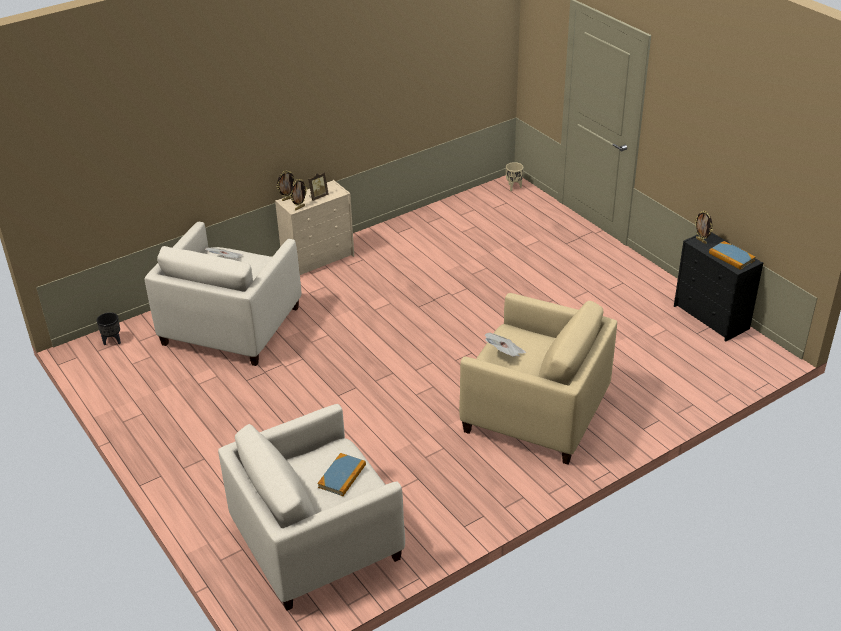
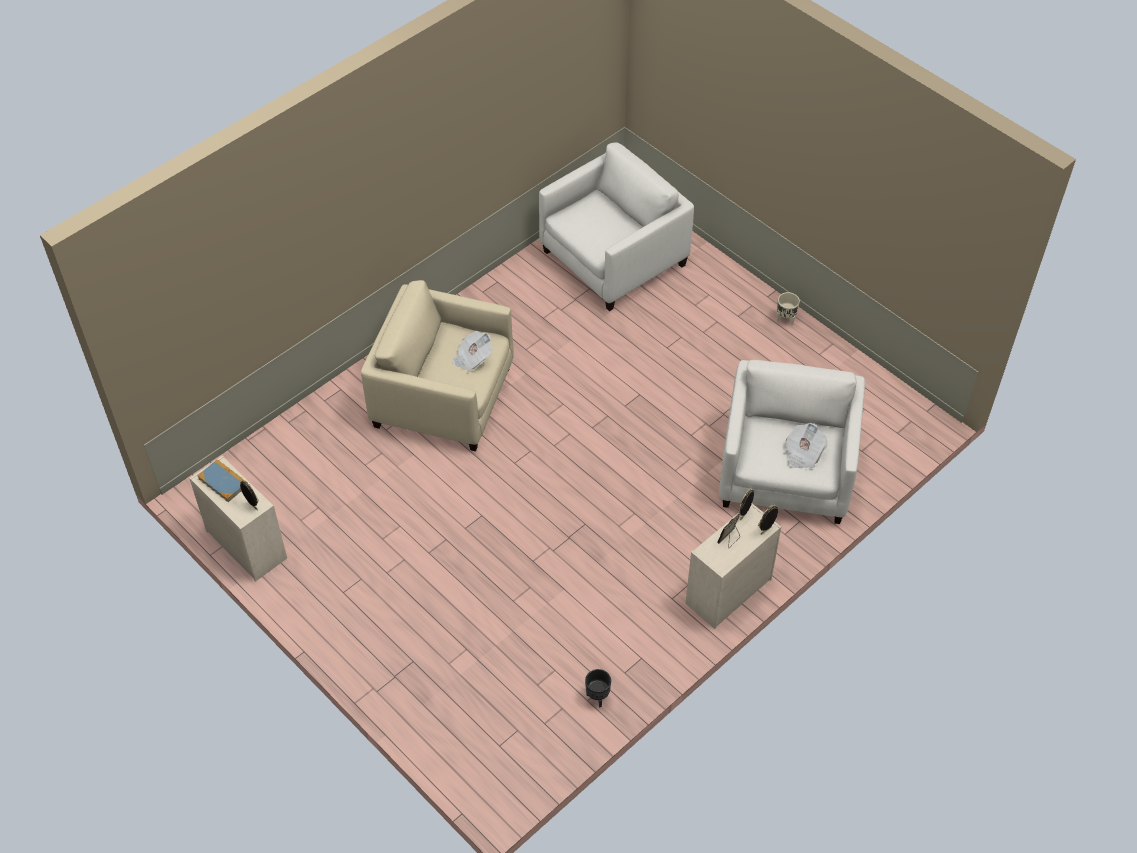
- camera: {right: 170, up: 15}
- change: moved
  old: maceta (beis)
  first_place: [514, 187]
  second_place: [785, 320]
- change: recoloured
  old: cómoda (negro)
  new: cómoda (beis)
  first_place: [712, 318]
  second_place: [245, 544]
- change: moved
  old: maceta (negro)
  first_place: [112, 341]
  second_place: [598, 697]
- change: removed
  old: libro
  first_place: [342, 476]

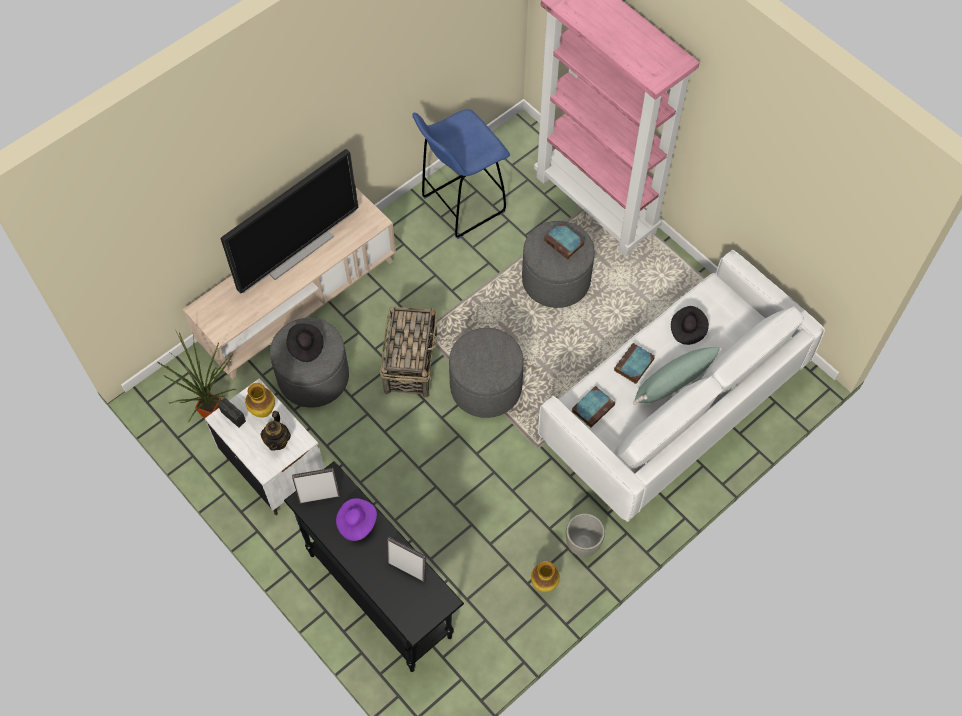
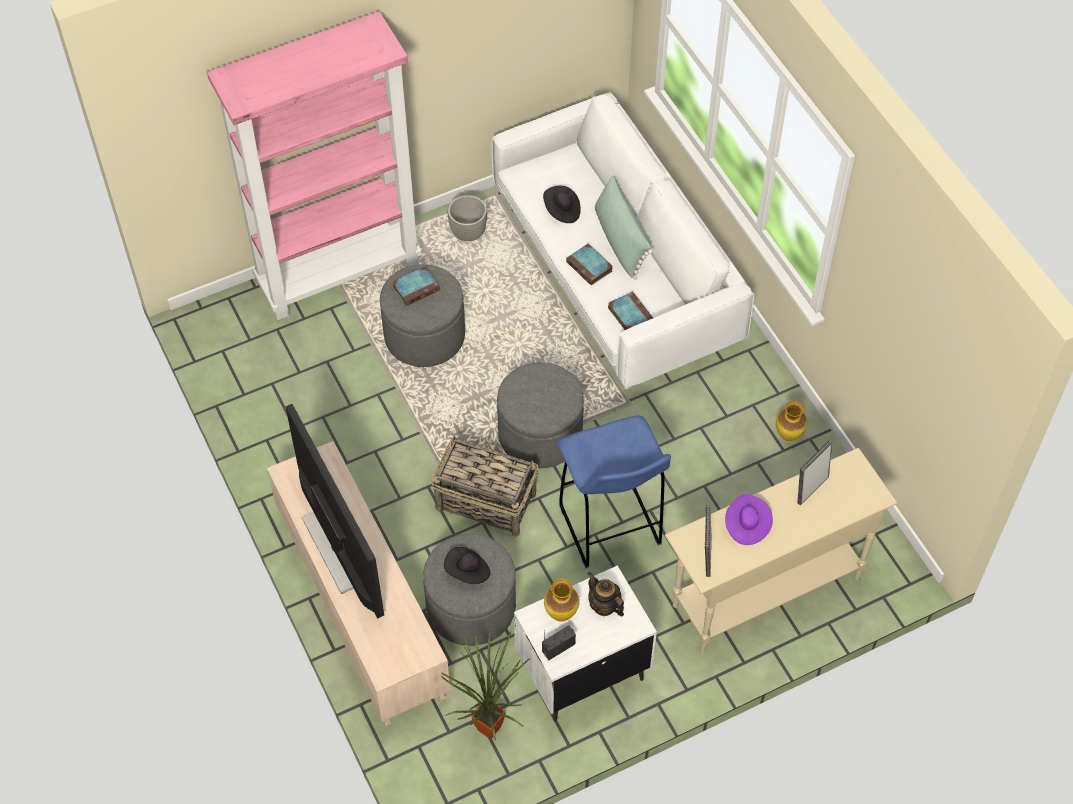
- camera: {right: -75, up: -5}
- change: moved
  old: taburete (azul)
  first_place: [461, 205]
  second_place: [611, 529]
- change: turned
  old: tetera
  first_place: [278, 441]
  second_place: [604, 605]
  degrees: -150
- change: recoloured
  old: mesa consola (negro)
  new: mesa consola (beis)
  first_place: [380, 594]
  second_place: [765, 591]
- change: moved
  old: maceta (gris)
  first_place: [583, 544]
  second_place: [468, 233]

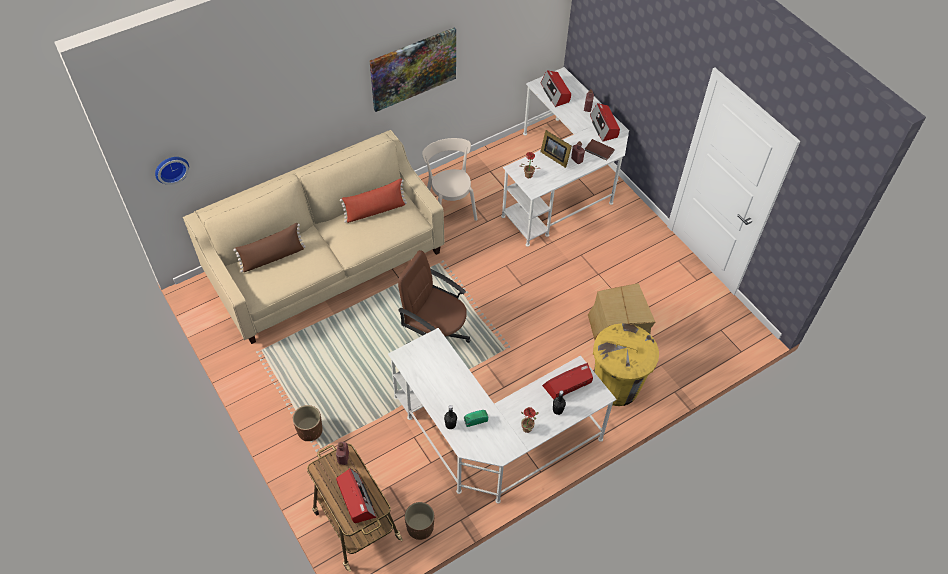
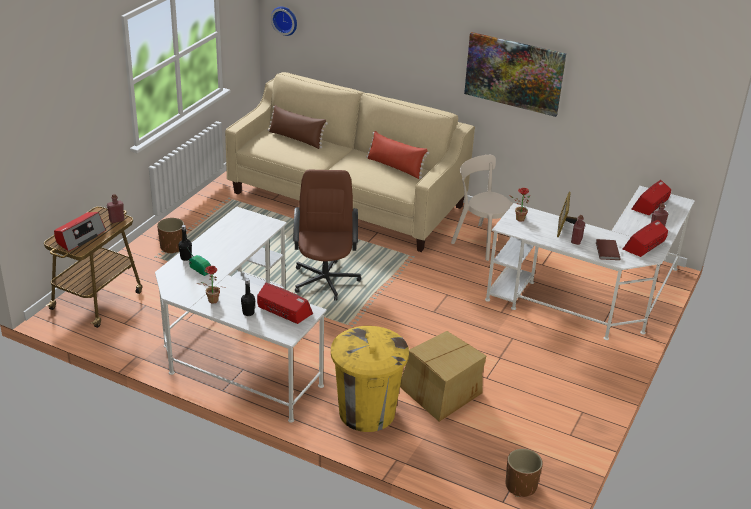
- camera: {right: 60, up: -20}
- change: turned
  old: silla (beis)
  first_place: [450, 208]
  second_place: [480, 241]
  degrees: -90
- change: moved
  old: maceta (marrón)
  first_place: [420, 527]
  second_place: [521, 486]

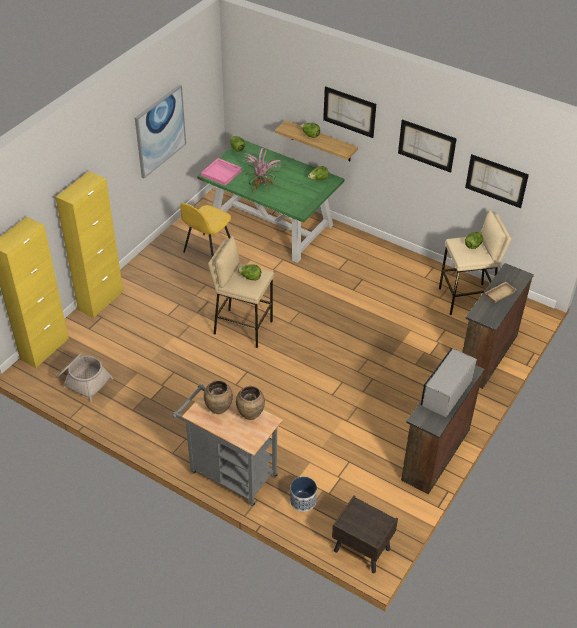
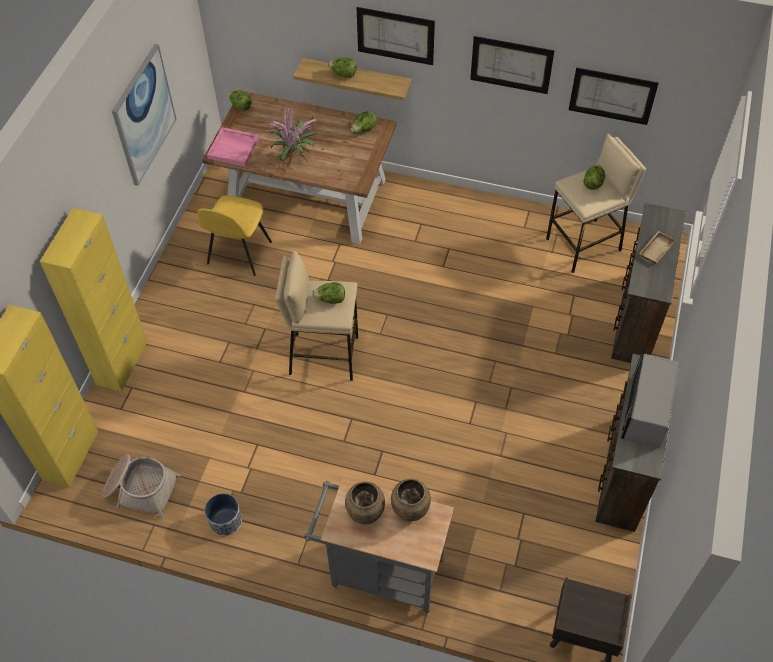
- camera: {right: -15, up: 10}
- change: recoloured
  old: mesa de comedor (verde)
  new: mesa de comedor (marrón)
  first_place: [271, 225]
  second_place: [307, 196]
- change: moved
  old: maceta
  first_place: [302, 501]
  second_place: [225, 521]

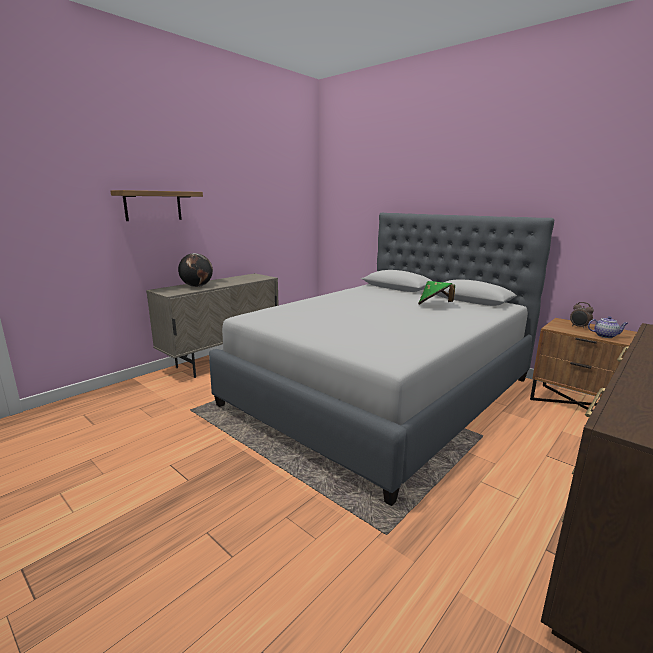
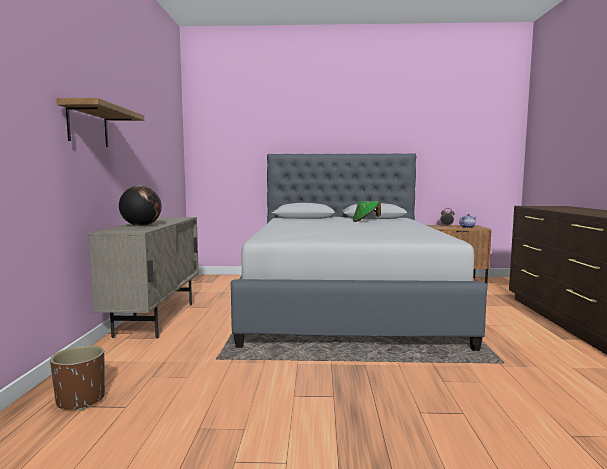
- camera: {right: -40, up: -10}
- change: added
  new: maceta (marrón)
  second_place: [81, 400]

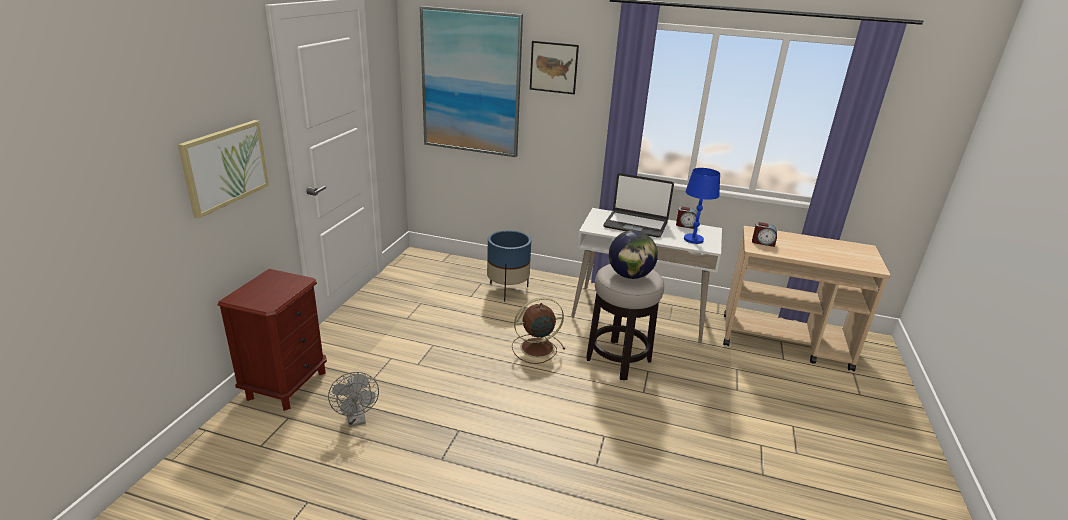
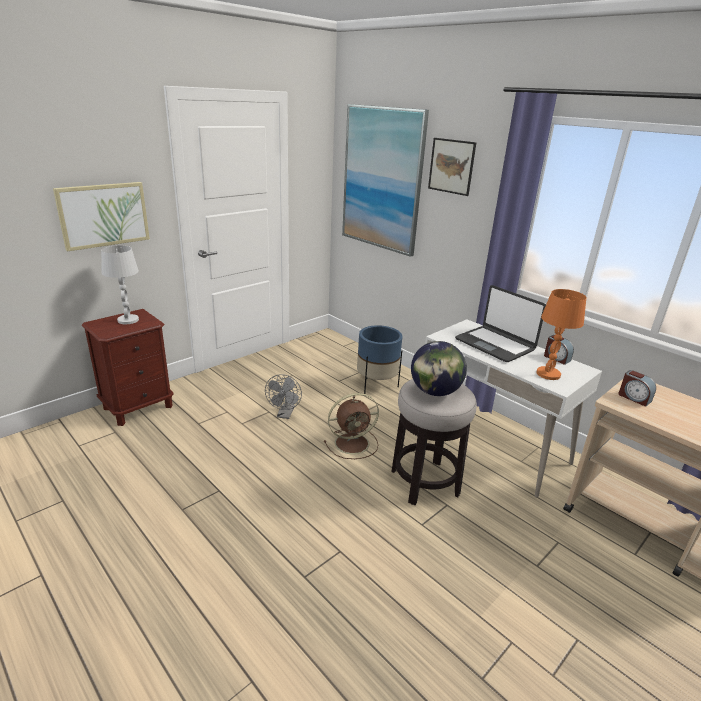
- camera: {right: 30, up: 0}
- change: recoloured
  old: lámpara de mesa (azul)
  new: lámpara de mesa (naranja)
  first_place: [693, 239]
  second_place: [548, 374]
- change: turned
  old: ventilador (marrón)
  first_place: [535, 348]
  second_place: [353, 443]
  degrees: 150
- change: moved
  old: ventilador (gris)
  first_place: [357, 419]
  second_place: [285, 415]
- change: added
  new: lámpara de mesa (blanco)
  second_place: [128, 320]

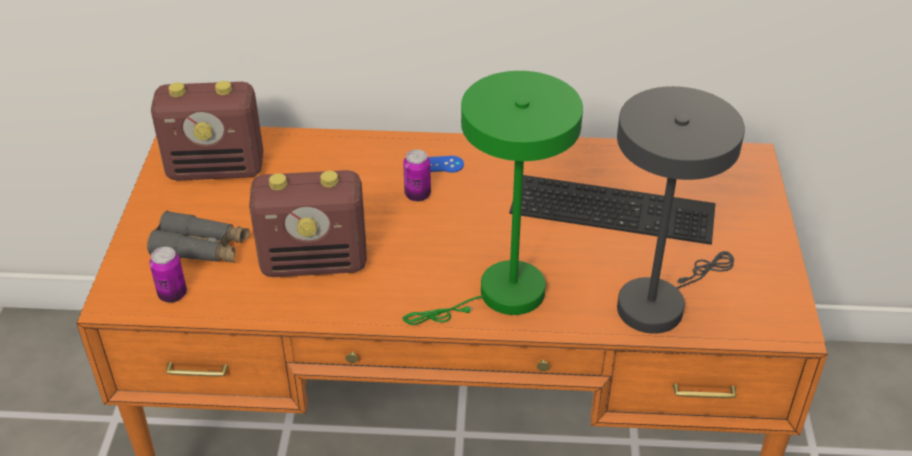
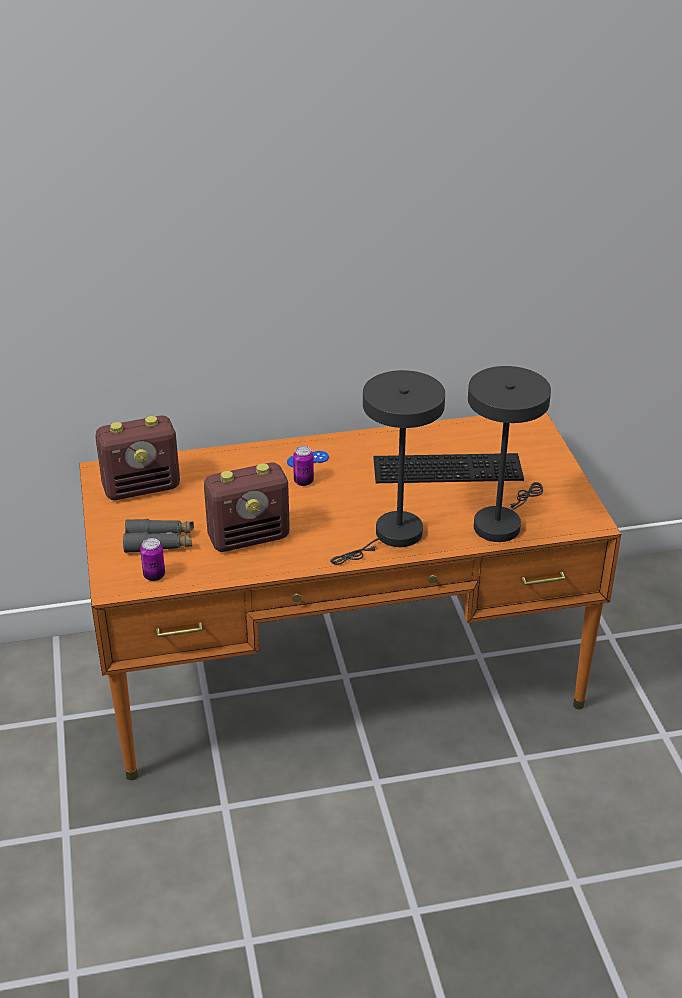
- camera: {right: -15, up: -5}
- change: recoloured
  old: lámpara de mesa (verde)
  new: lámpara de mesa (gris)
  first_place: [501, 296]
  second_place: [392, 536]

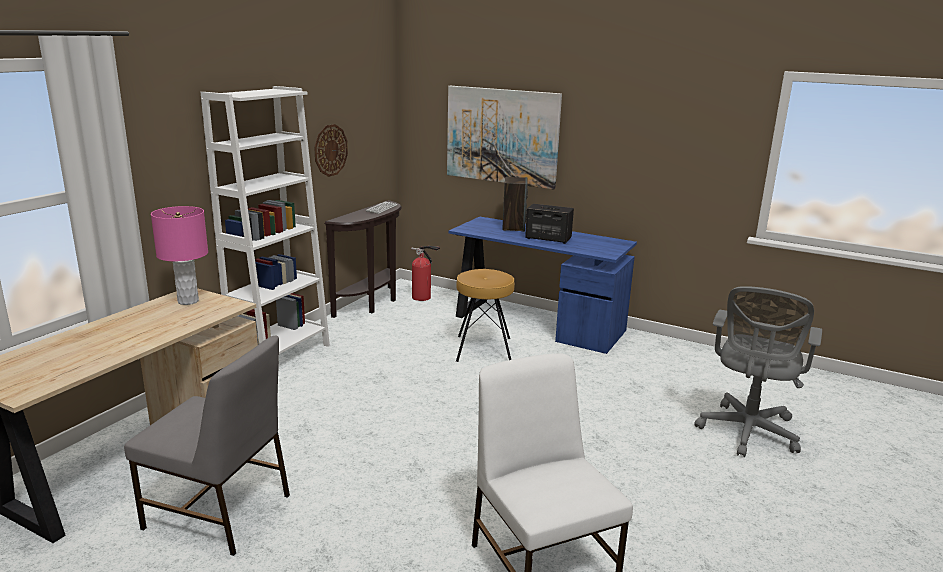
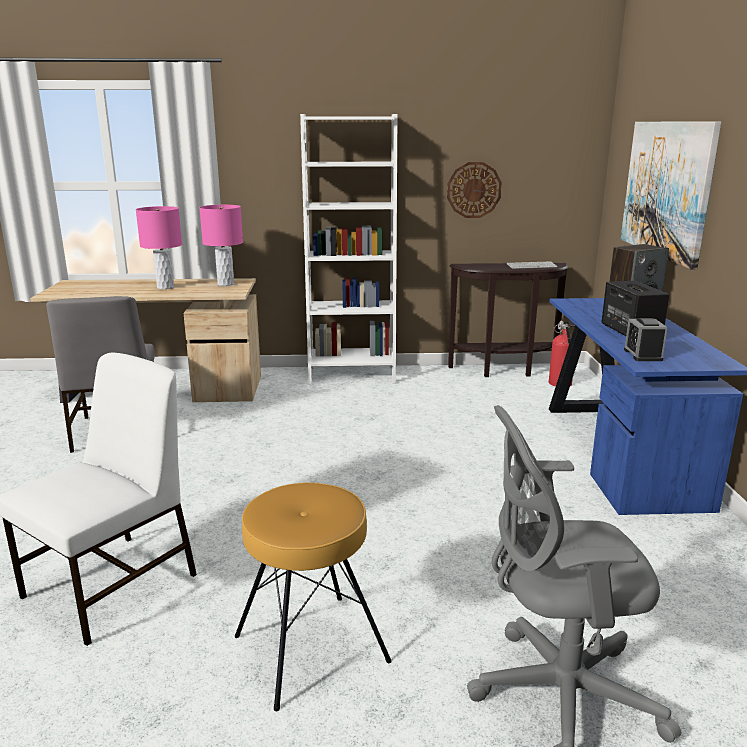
- camera: {right: 60, up: 0}
- change: moved
  old: taburete (marrón)
  first_place: [483, 349]
  second_place: [310, 647]
- change: added
  new: lámpara de mesa (rosa)
  second_place: [165, 287]
- change: added
  new: despertador
  second_place: [643, 355]

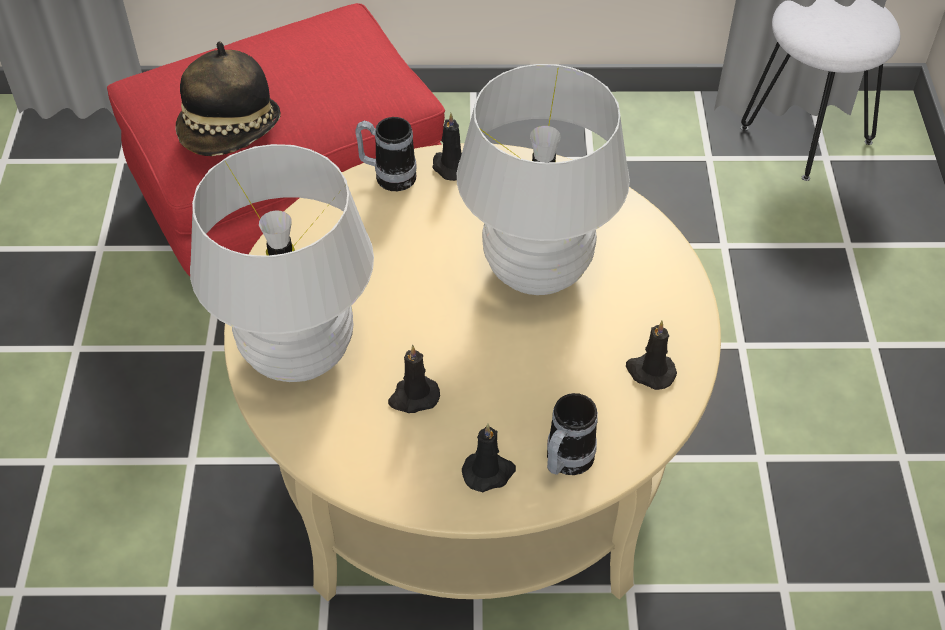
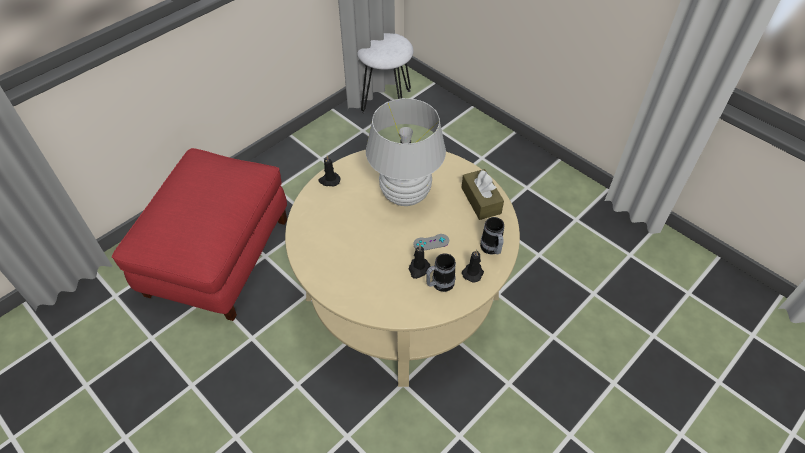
- camera: {right: -45, up: 0}
- change: removed
  old: sombrero
  first_place: [231, 132]
- change: moved
  old: taza grande
  first_place: [388, 176]
  second_place: [439, 285]
- change: removed
  old: lámpara de mesa (blanco)
  first_place: [298, 353]
- change: replaced
  old: vela (negro)
  new: caja de pañuelos (marrón)
  first_place: [650, 371]
  second_place: [481, 200]
- change: added
  new: mando de consola (gris)
  second_place: [431, 242]

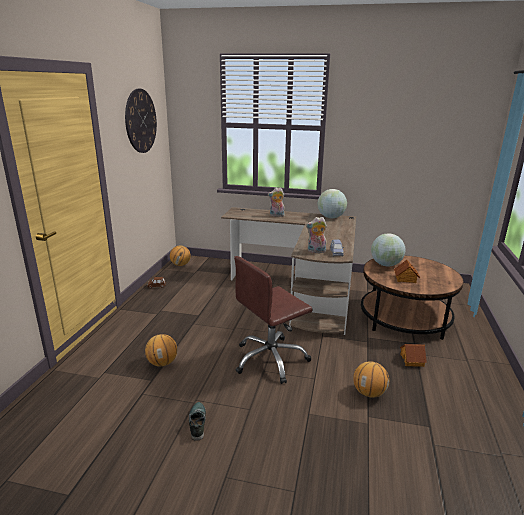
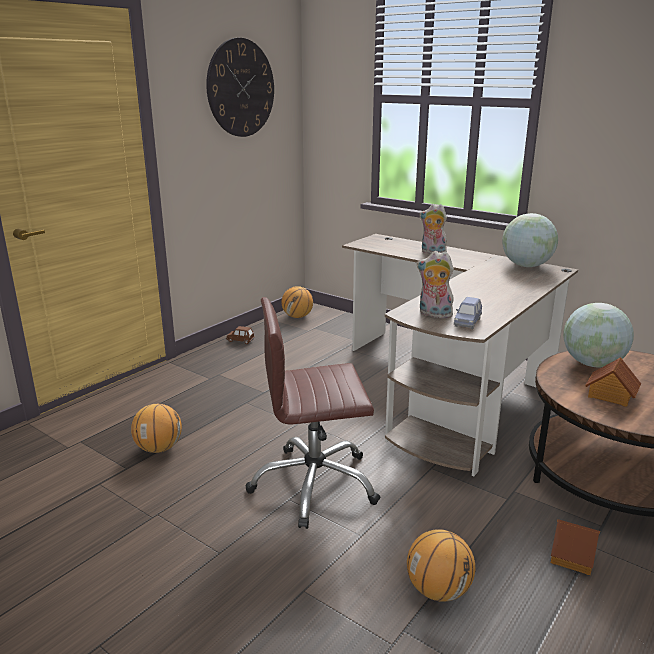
- camera: {right: 25, up: 0}
- change: removed
  old: zapato
  first_place: [197, 423]

